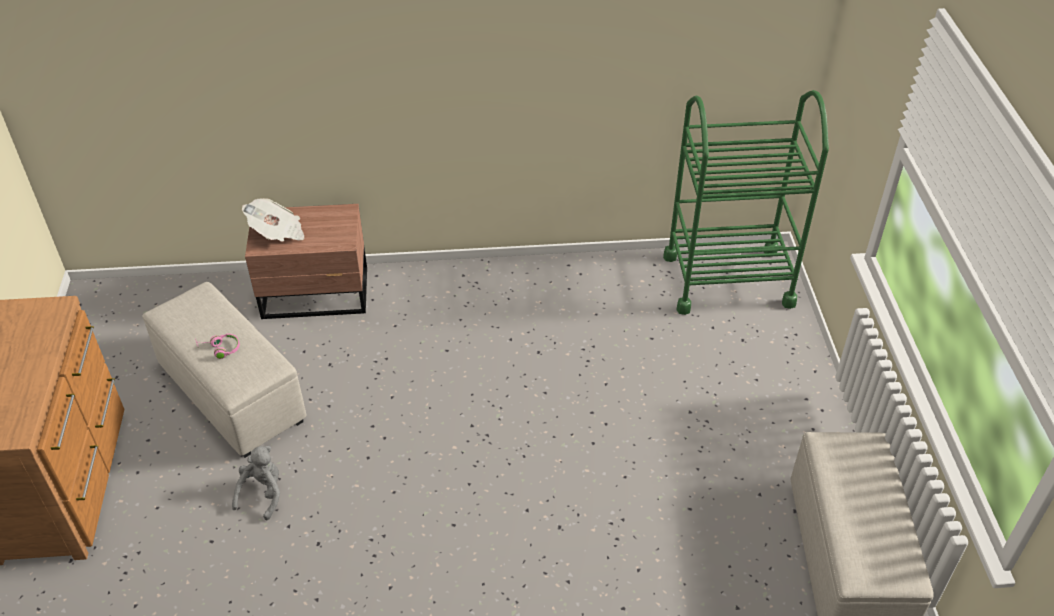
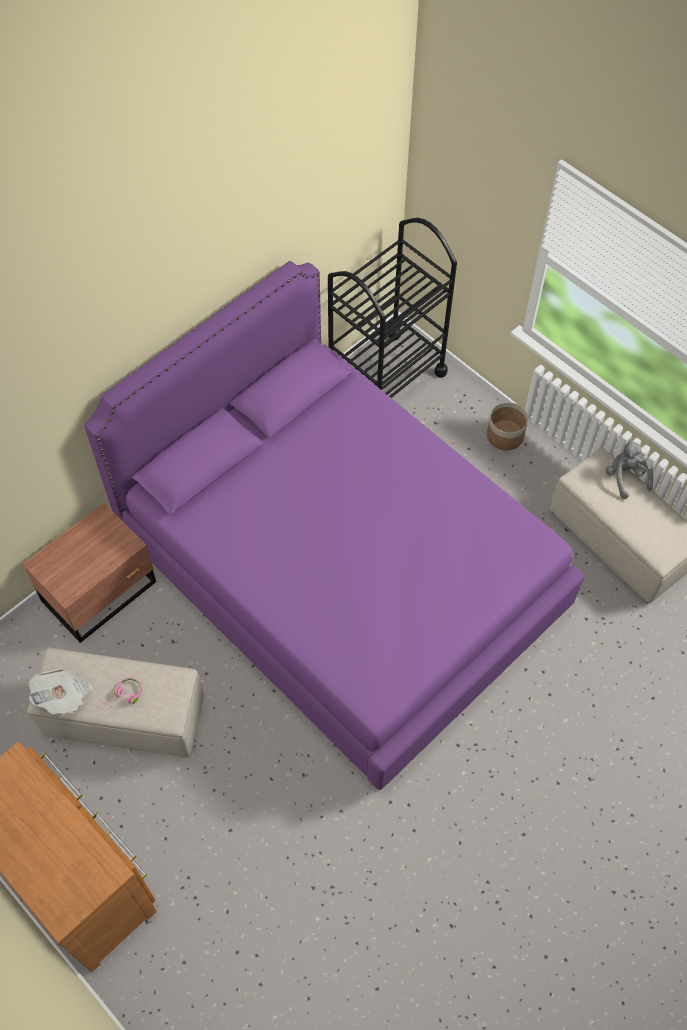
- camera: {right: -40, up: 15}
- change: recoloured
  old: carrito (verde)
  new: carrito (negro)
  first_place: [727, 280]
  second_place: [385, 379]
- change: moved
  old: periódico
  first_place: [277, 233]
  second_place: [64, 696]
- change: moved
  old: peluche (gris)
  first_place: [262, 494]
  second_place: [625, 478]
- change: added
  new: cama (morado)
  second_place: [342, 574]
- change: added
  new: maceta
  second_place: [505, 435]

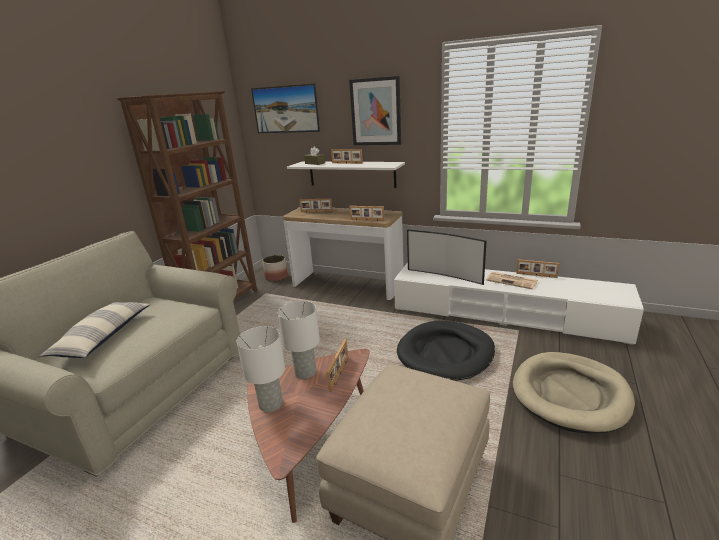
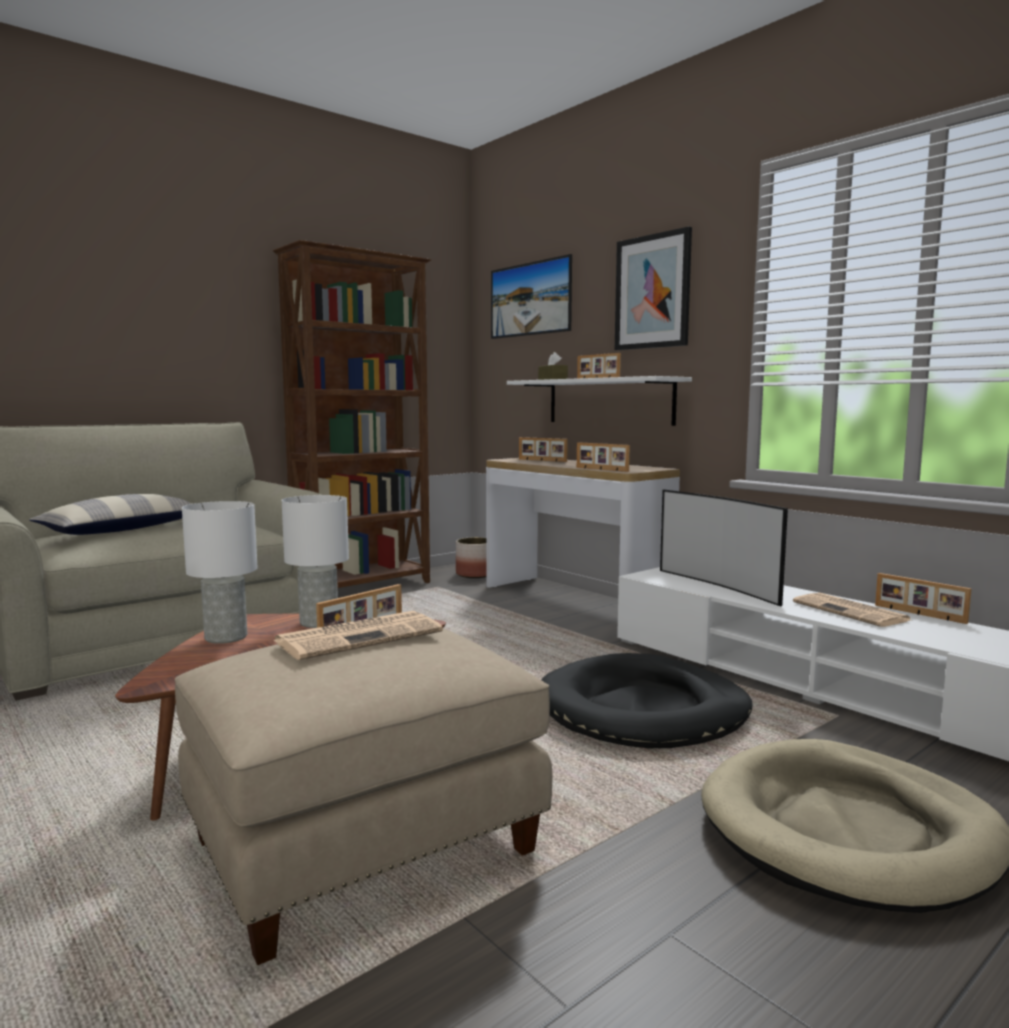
- camera: {right: 25, up: -15}
- change: added
  new: periódico
  second_place: [360, 636]

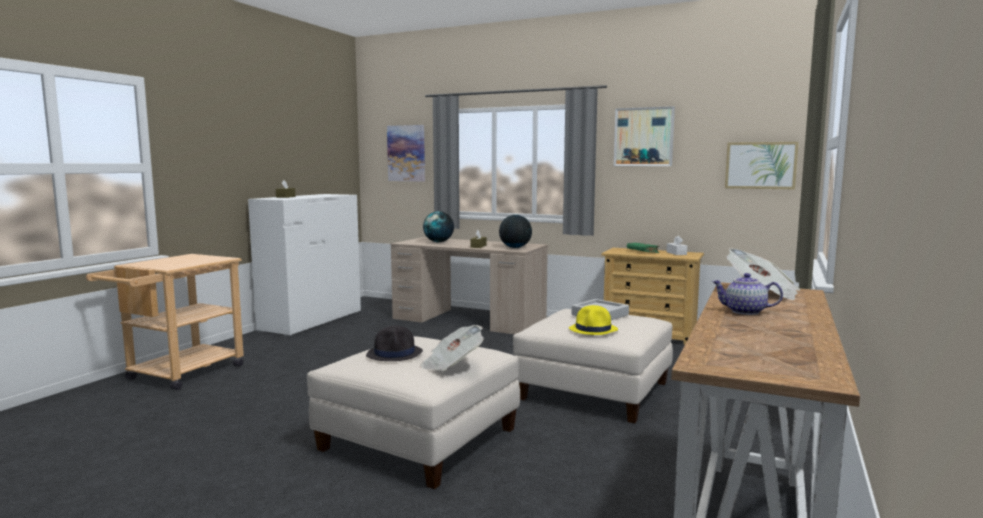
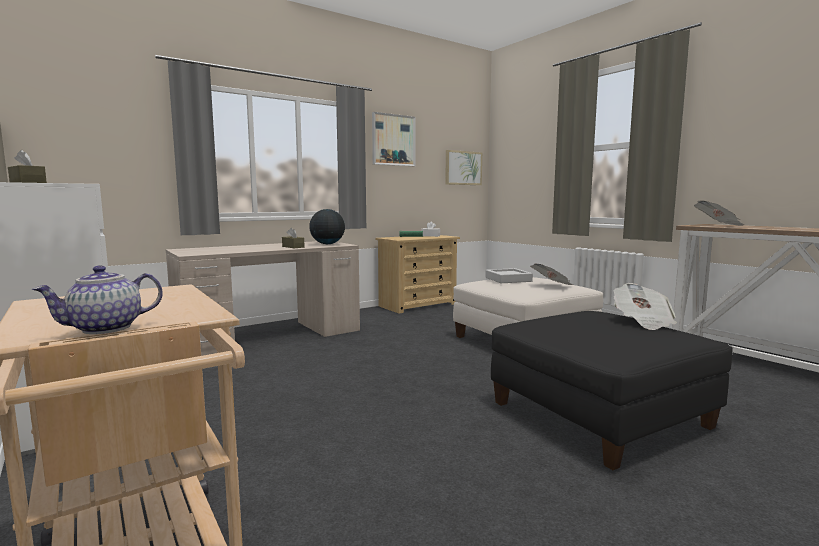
- camera: {right: -60, up: 0}
- change: removed
  old: cuadro
  first_place: [406, 153]
- change: removed
  old: globo terráqueo
  first_place: [438, 242]
- change: moved
  old: tetera
  first_place: [744, 312]
  second_place: [105, 329]
- change: replaced
  old: sombrero (amarillo)
  new: periódico
  first_place: [593, 329]
  second_place: [552, 286]
- change: removed
  old: sombrero (negro)
  first_place: [395, 354]
- change: recoloured
  old: puf (blanco)
  new: puf (negro)
  first_place: [419, 439]
  second_place: [599, 414]

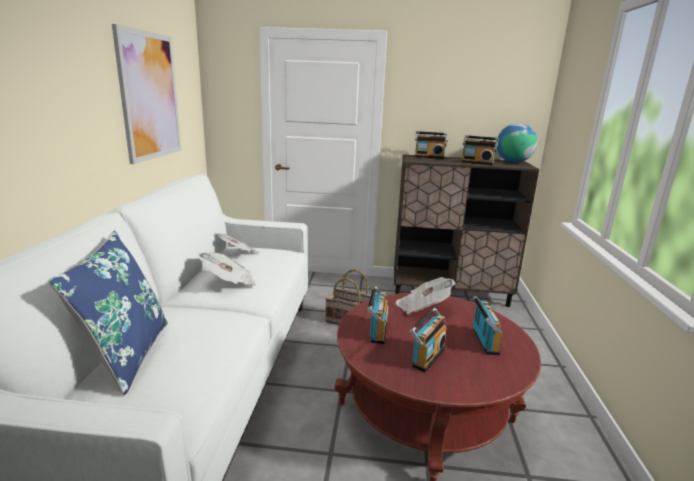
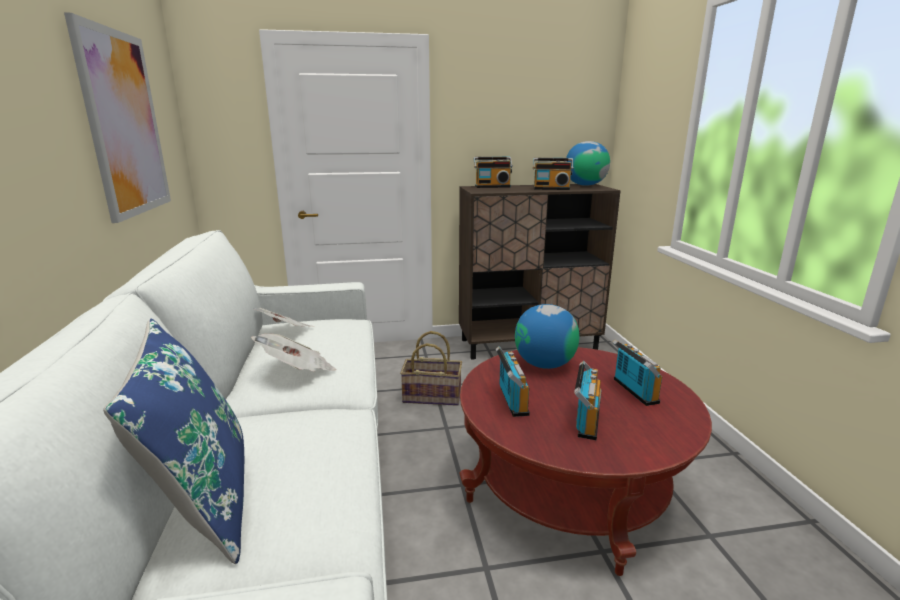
- camera: {right: -15, up: 0}
- change: replaced
  old: periódico
  new: globo terráqueo
  first_place: [422, 308]
  second_place: [544, 364]

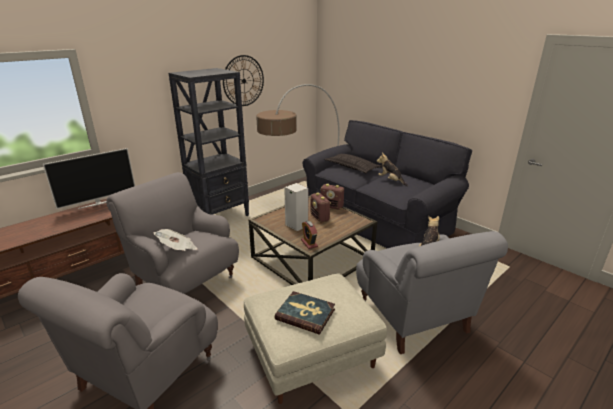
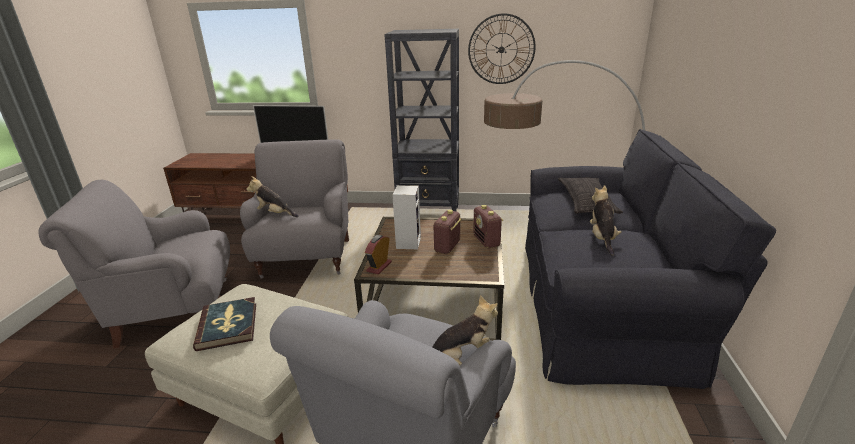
- camera: {right: 50, up: 0}
- change: replaced
  old: periódico
  new: peluche
  first_place: [178, 249]
  second_place: [274, 214]

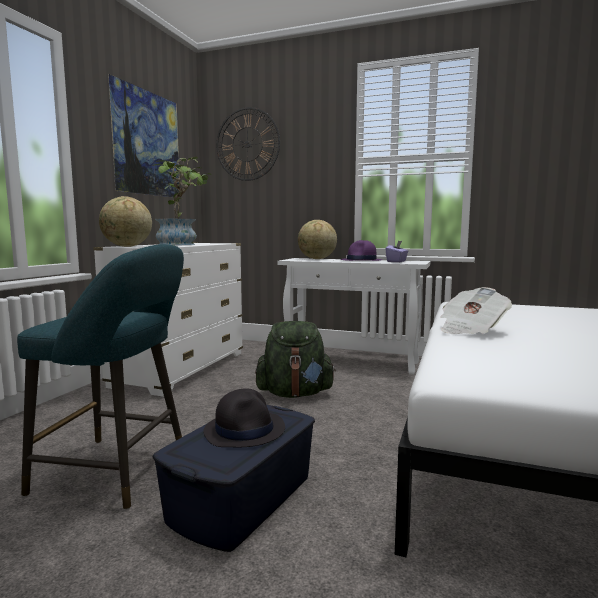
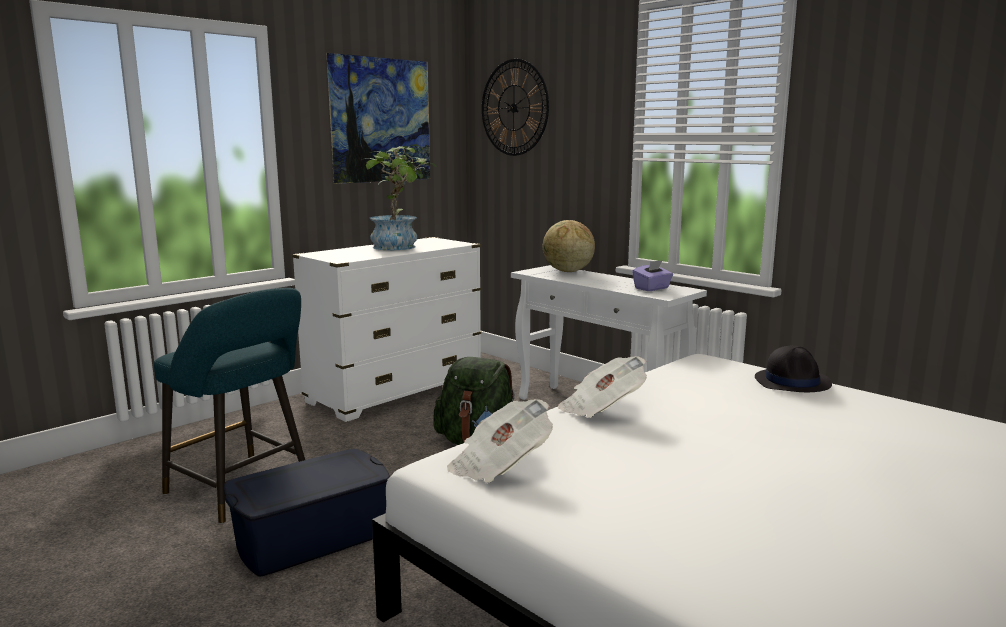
- camera: {right: 25, up: 5}
- change: removed
  old: globo terráqueo
  first_place: [127, 246]
- change: removed
  old: sombrero (morado)
  first_place: [361, 261]
- change: moved
  old: sombrero (negro)
  first_place: [245, 430]
  second_place: [792, 382]
- change: added
  new: periódico
  second_place: [499, 465]

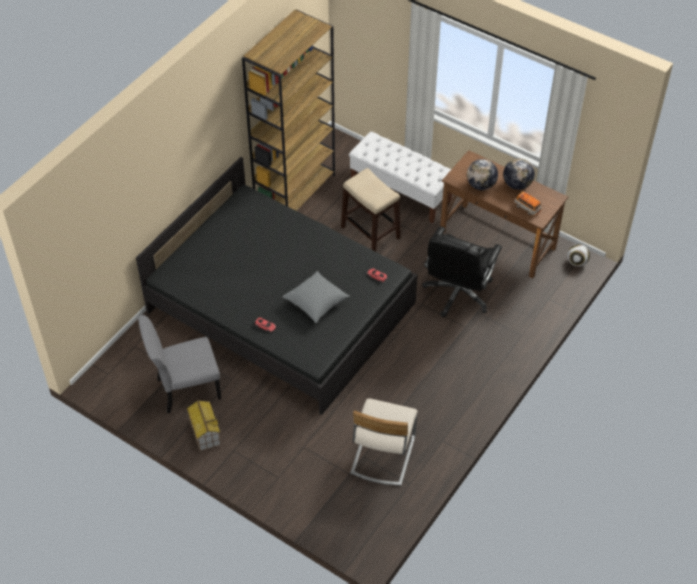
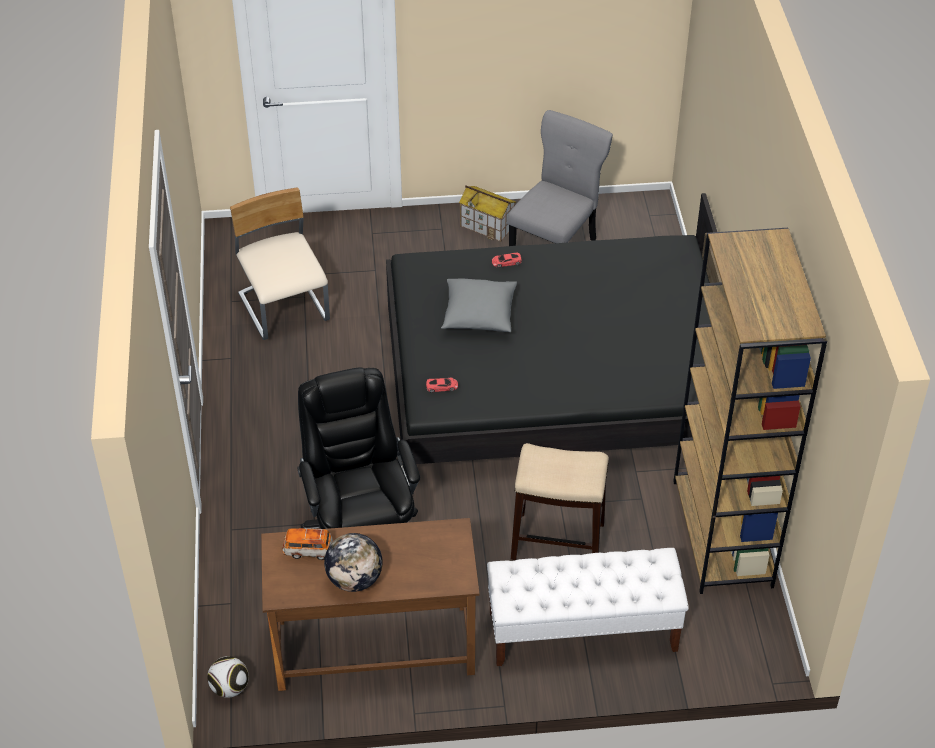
- camera: {right: 140, up: -5}
- change: removed
  old: globo terráqueo
  first_place: [481, 185]

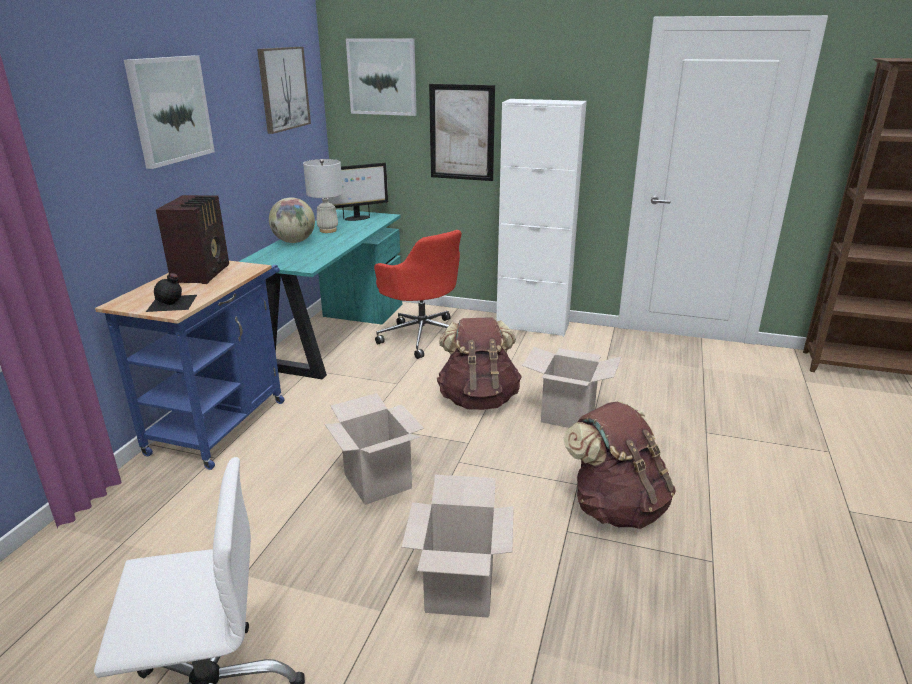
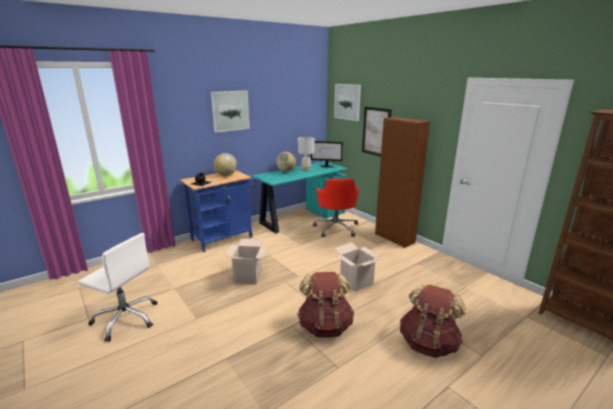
- camera: {right: 35, up: -5}
- change: removed
  old: cuadro
  first_place: [283, 89]
- change: recoloured
  old: armario (blanco)
  new: armario (marrón)
  first_place: [532, 326]
  second_place: [394, 238]
- change: replaced
  old: radio
  new: globo terráqueo
  first_place: [203, 273]
  second_place: [226, 175]
- change: moved
  old: mochila (marrón)
  first_place: [478, 399]
  second_place: [428, 344]
- change: removed
  old: caja de cartón
  first_place: [459, 589]

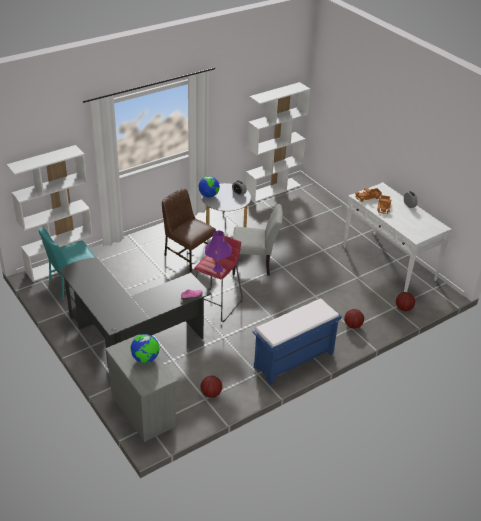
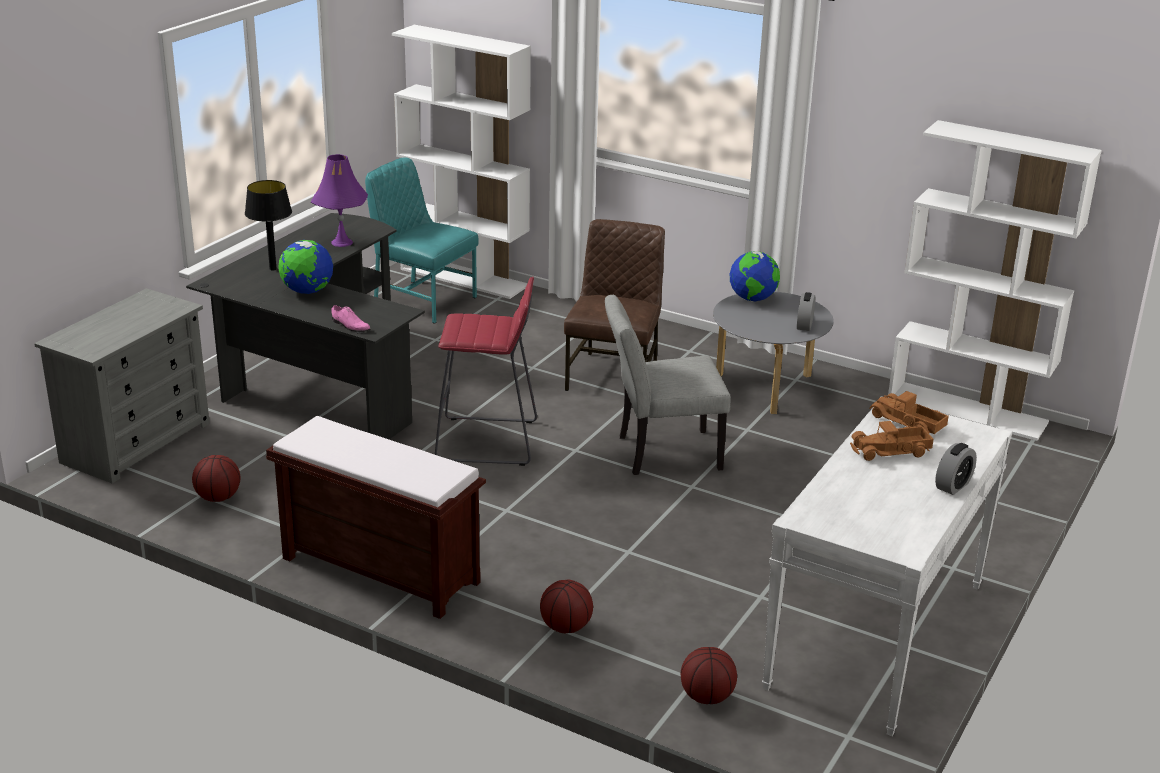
- camera: {right: 65, up: -10}
- change: turned
  old: silla (gris)
  first_place: [255, 265]
  second_place: [660, 453]
  degrees: 105
- change: moved
  old: lámpara de mesa (morado)
  first_place: [217, 269]
  second_place: [341, 242]
- change: recoloured
  old: banco (azul)
  new: banco (marrón)
  first_place: [293, 361]
  second_place: [378, 570]
- change: moved
  old: globo terráqueo
  first_place: [145, 358]
  second_place: [307, 291]
- change: added
  new: lámpara de mesa (negro)
  second_place: [273, 269]

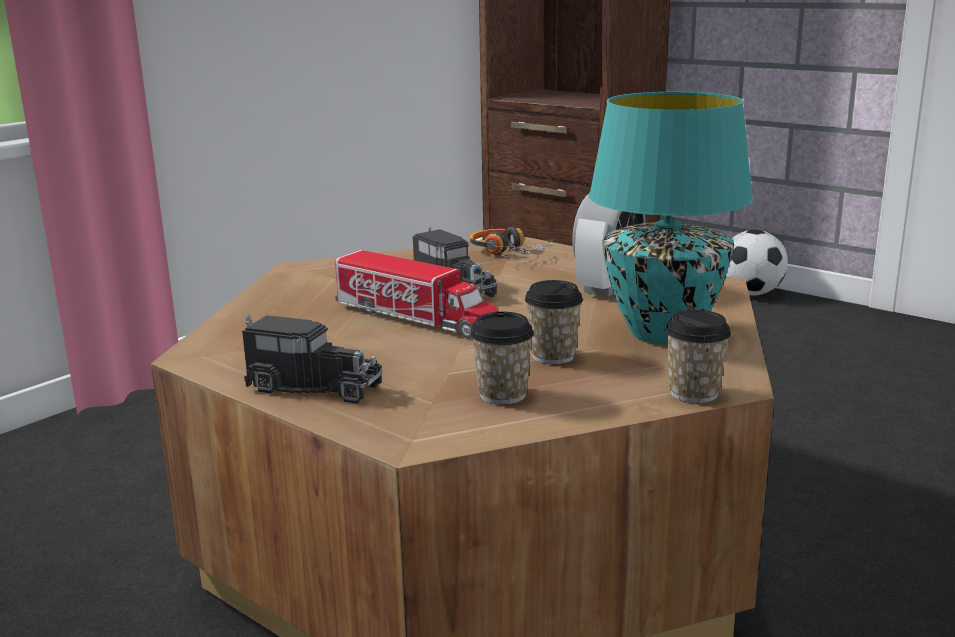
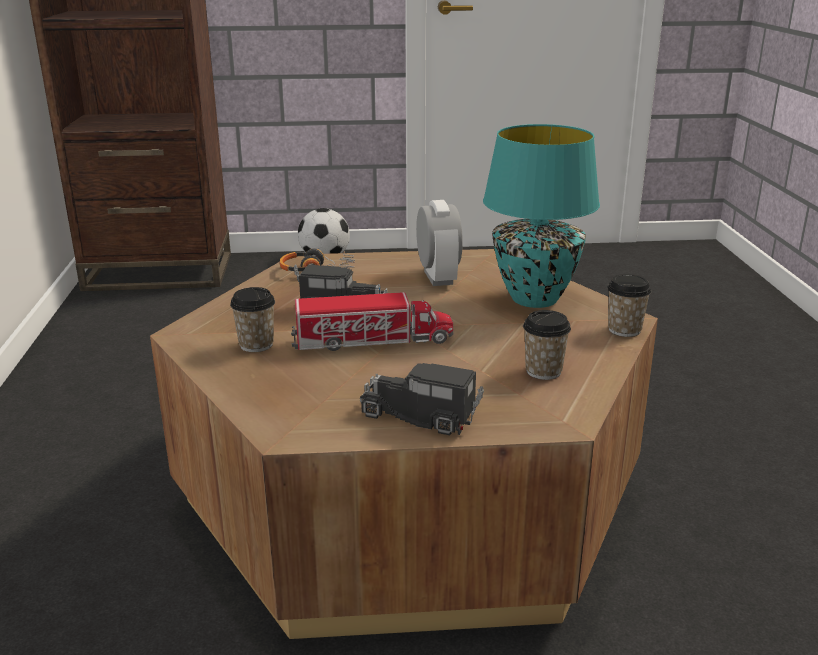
- camera: {right: -45, up: 5}
- change: moved
  old: taza
  first_place: [553, 356]
  second_place: [256, 345]
- change: turned
  old: camión de juguete
  first_place: [308, 386]
  second_place: [423, 417]
  degrees: -135

